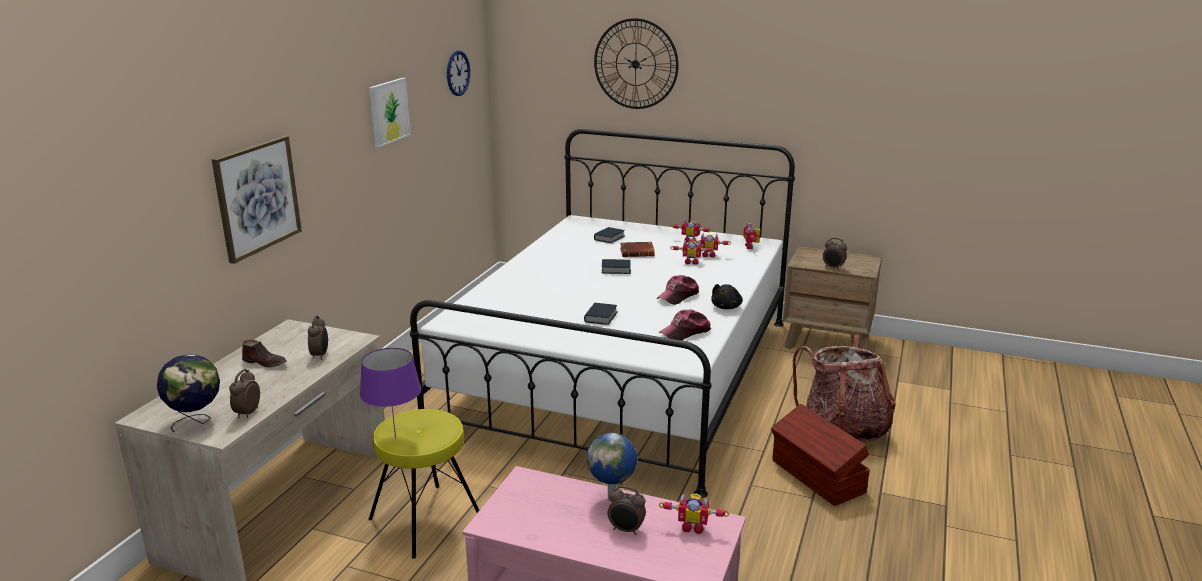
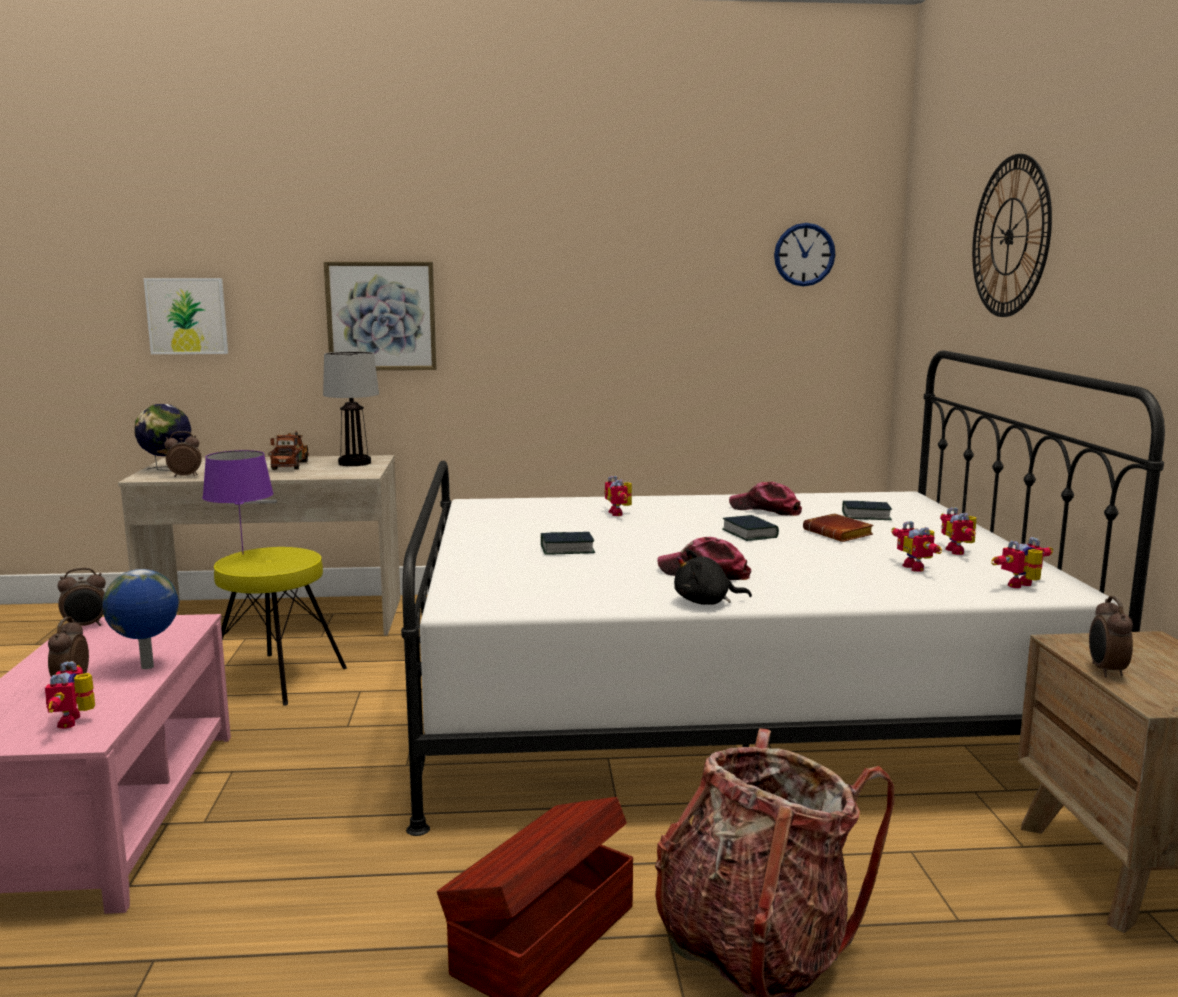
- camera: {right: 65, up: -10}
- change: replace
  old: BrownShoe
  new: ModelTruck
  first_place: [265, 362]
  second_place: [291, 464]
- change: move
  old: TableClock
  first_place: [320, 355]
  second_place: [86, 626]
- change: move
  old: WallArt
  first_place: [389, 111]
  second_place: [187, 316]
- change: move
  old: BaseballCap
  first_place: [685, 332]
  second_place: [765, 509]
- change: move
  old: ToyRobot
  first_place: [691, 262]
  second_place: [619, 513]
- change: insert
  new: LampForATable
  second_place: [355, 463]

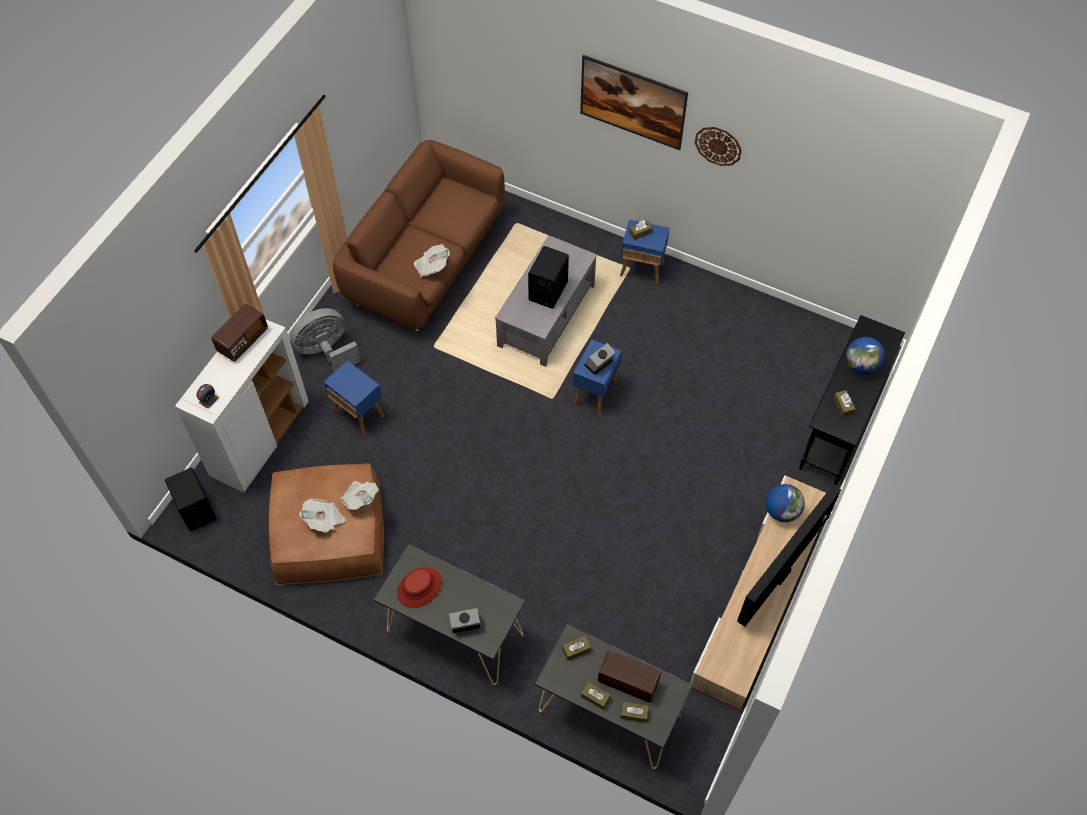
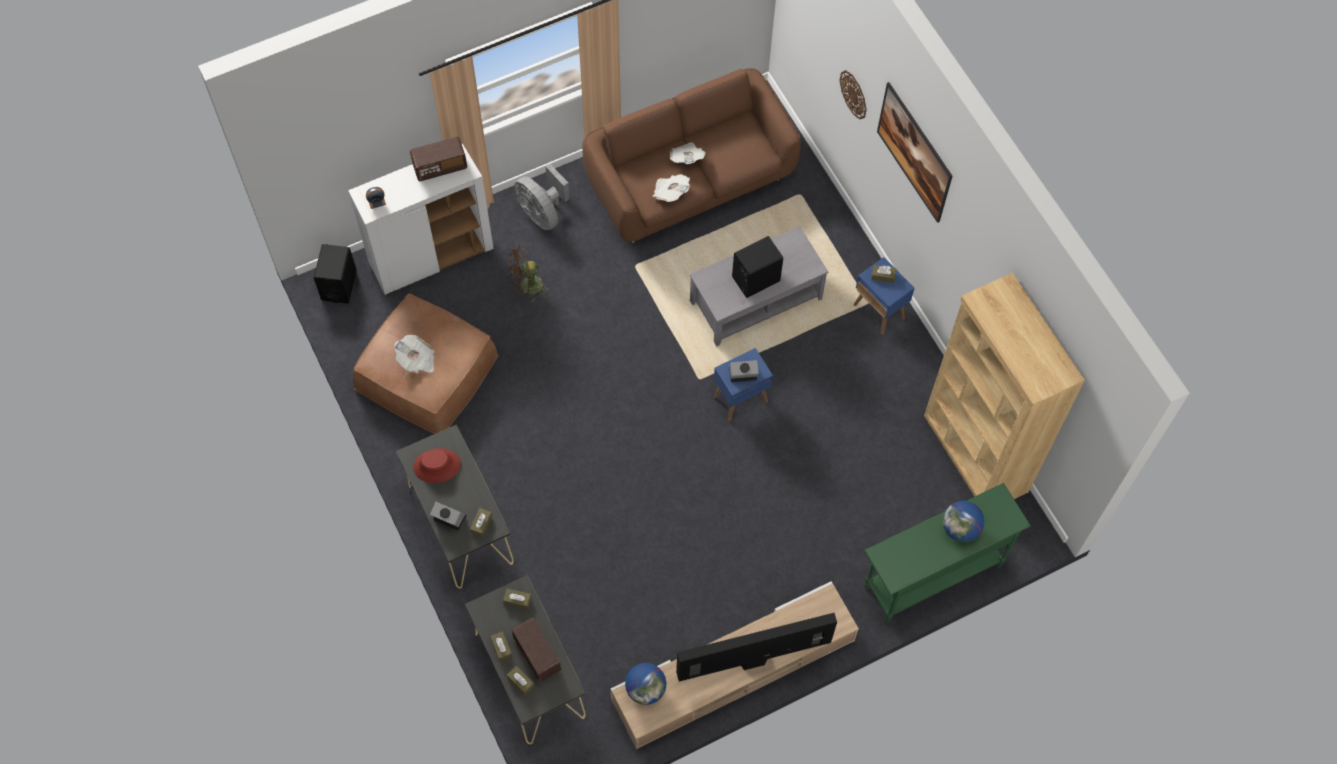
- camera: {right: 35, up: 5}
- change: rotate
  old: GrayCoolingFan
  first_place: [327, 351]
  second_place: [542, 213]
  degrees: -135
- change: replace
  old: BlueSideTable
  new: BrownCoolingFan
  first_place: [359, 414]
  second_place: [526, 287]
- change: move
  old: Newspaper
  first_place: [360, 498]
  second_place: [687, 158]
- change: move
  old: ClockOnTheWall
  first_place: [718, 145]
  second_place: [853, 94]
- change: move
  old: WorldGlobe
  first_place: [782, 511]
  second_place: [646, 689]
- change: recolor
  old: BlackishNarrowTable
  new: GreenishNarrowTable
  first_place: [838, 430]
  second_place: [931, 576]
- change: move
  old: BrownBoxOfTissues
  first_place: [843, 406]
  second_place: [481, 524]
- change: insert
  new: BrownBookshelf
  second_place: [975, 454]

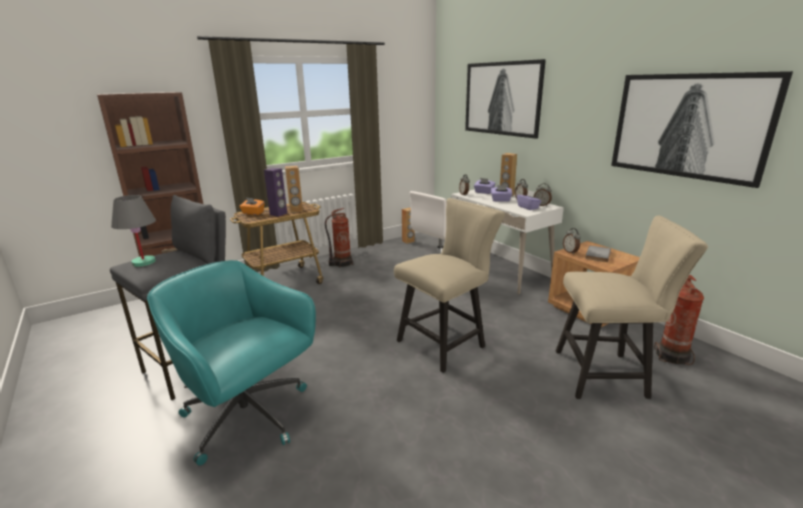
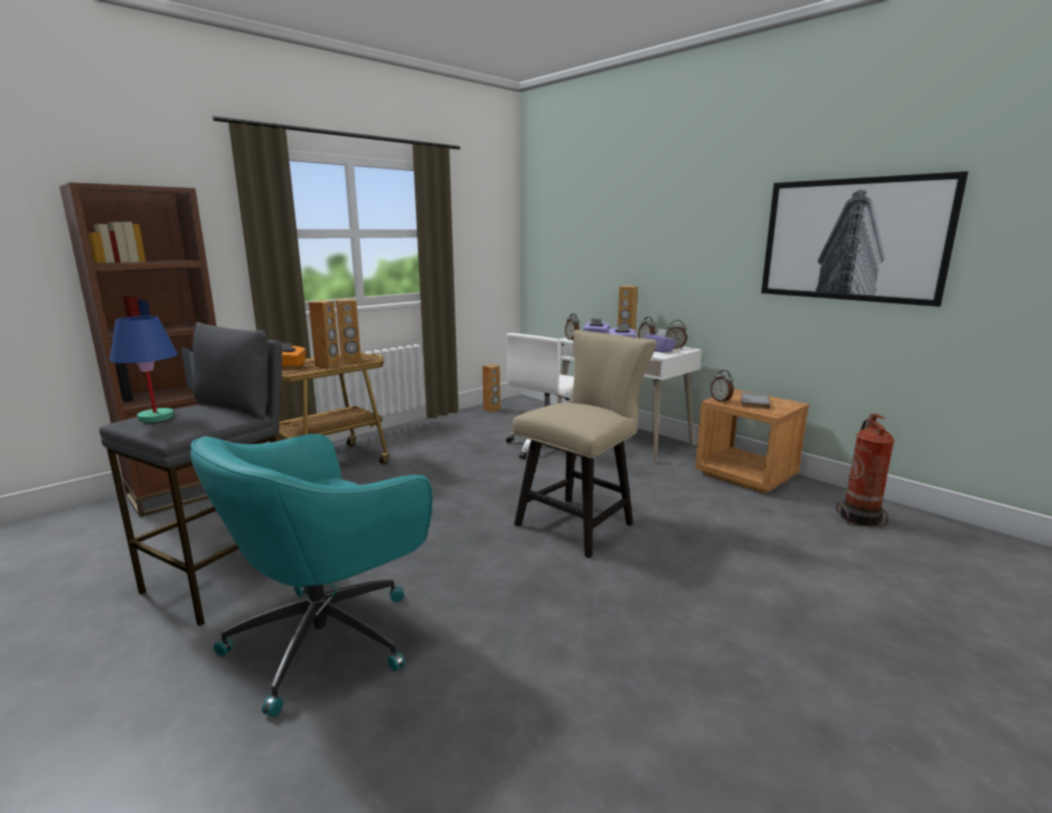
- camera: {right: -10, up: -5}
- change: recolor
  old: GrayLampForATable
  new: BlueLampForATable
  first_place: [144, 262]
  second_place: [156, 417]
- change: rotate
  old: TurquoiseOfficeChair
  first_place: [248, 417]
  second_place: [328, 637]
  degrees: -75
- change: recolor
  old: PurplishAudioSpeaker
  new: BrownAudioSpeaker
  first_place: [278, 214]
  second_place: [328, 365]
- change: delete
  old: FireExtinguisher
  first_place: [341, 263]
- change: delete
  old: WallArt
  first_place: [501, 98]
- change: delete
  old: BeigePlainChair
  first_place: [607, 374]

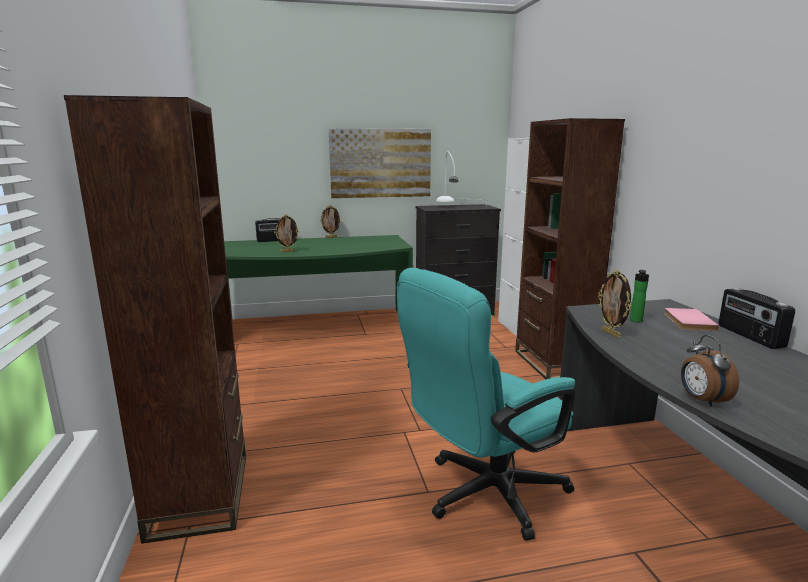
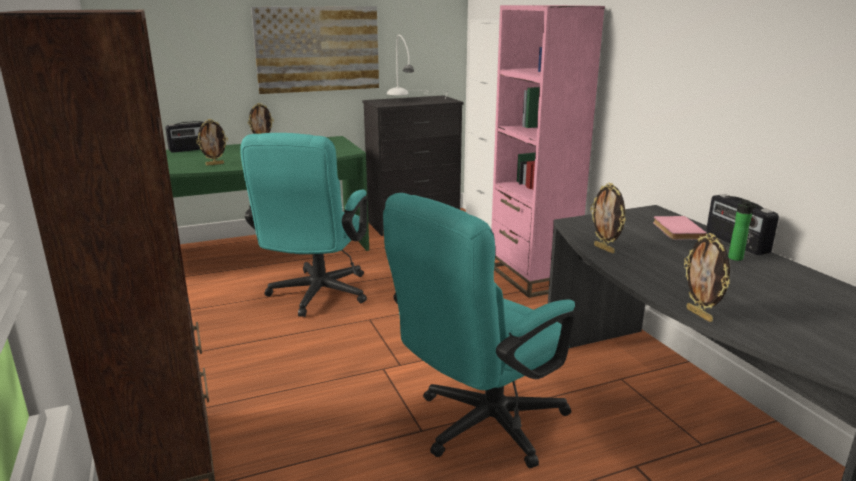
- camera: {right: -10, up: 5}
- change: recolor
  old: BrownBookshelf
  new: PinkBookshelf
  first_place: [553, 363]
  second_place: [531, 277]
- change: move
  old: BeverageBottle
  first_place: [636, 321]
  second_place: [736, 259]
- change: replace
  old: TableClock
  new: StandingFrame
  first_place: [701, 400]
  second_place: [700, 315]
- change: insert
  new: TurquoiseOfficeChair
  second_place: [316, 297]

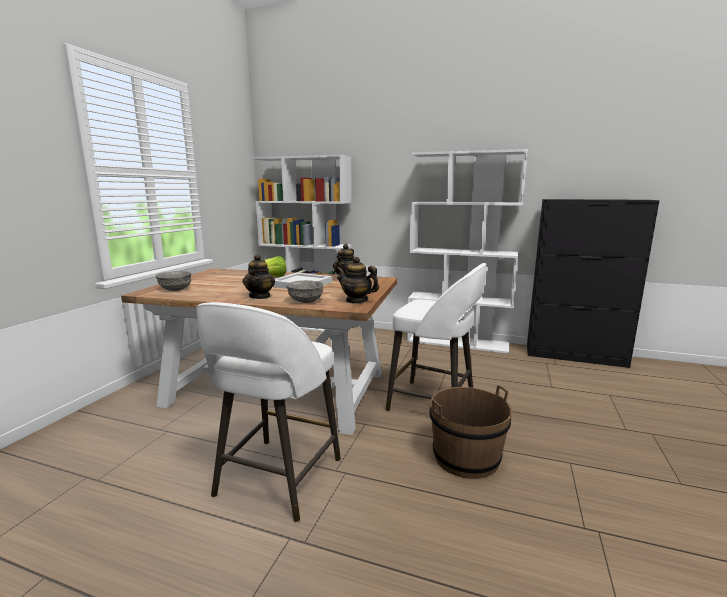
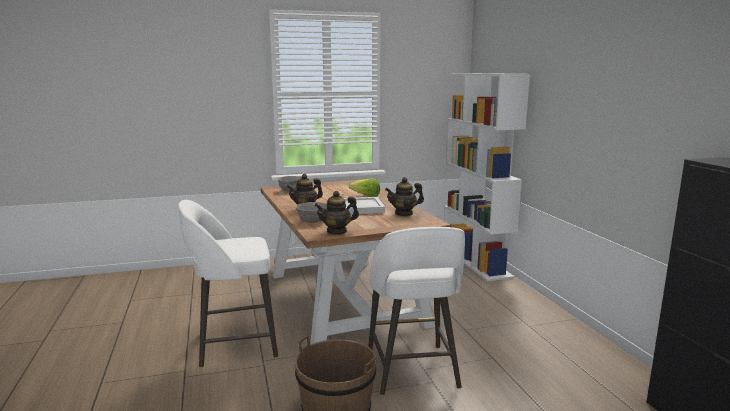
- camera: {right: 55, up: 0}
- change: rotate
  old: TeaPot
  first_place: [356, 300]
  second_place: [337, 231]
  degrees: -105
- change: delete
  old: WhitishBookshelf
  first_place: [458, 342]

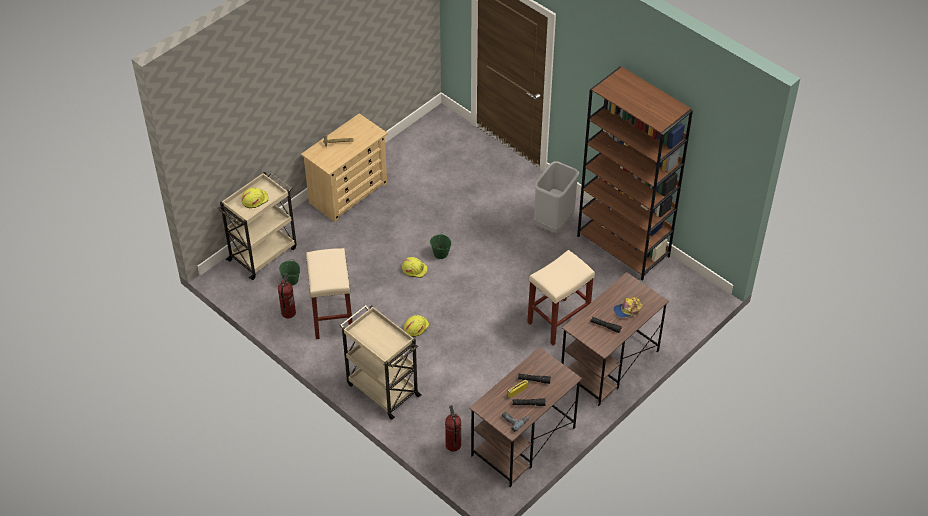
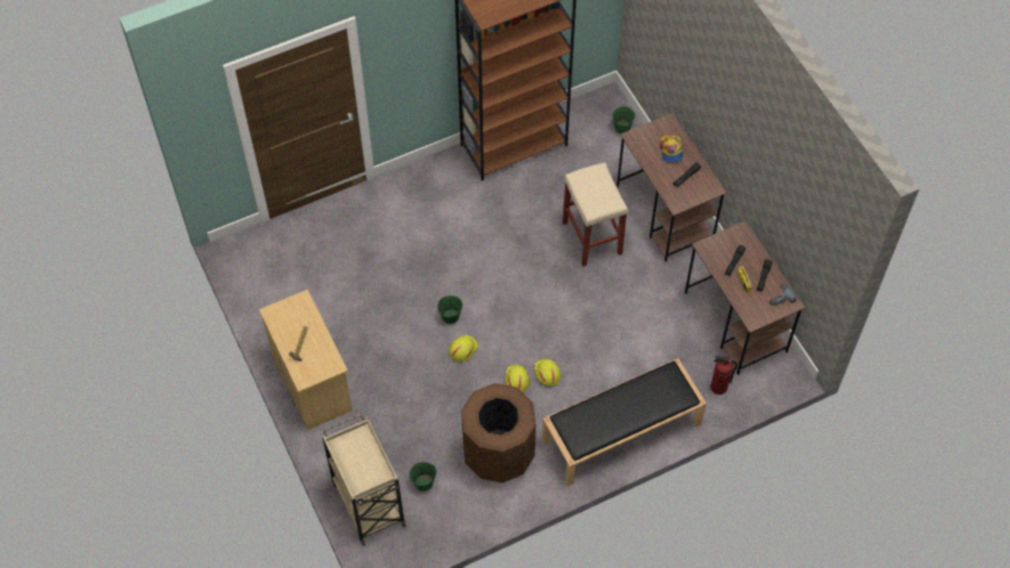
- camera: {right: -70, up: 10}
- change: move
  old: YellowHardHat
  first_place: [254, 200]
  second_place: [516, 380]
- change: delete
  old: FireExtinguisher
  first_place: [288, 312]
- change: replace
  old: BeigeStool
  new: BrownWasteBin
  first_place: [332, 317]
  second_place: [498, 454]
- change: replace
  old: BeigeWheeledCart
  new: BlackishBench
  first_place: [382, 389]
  second_place: [621, 433]
- change: delete
  old: GrayWasteBin
  first_place: [554, 223]
- change: insert
  new: GreenishBucket
  second_place: [622, 127]

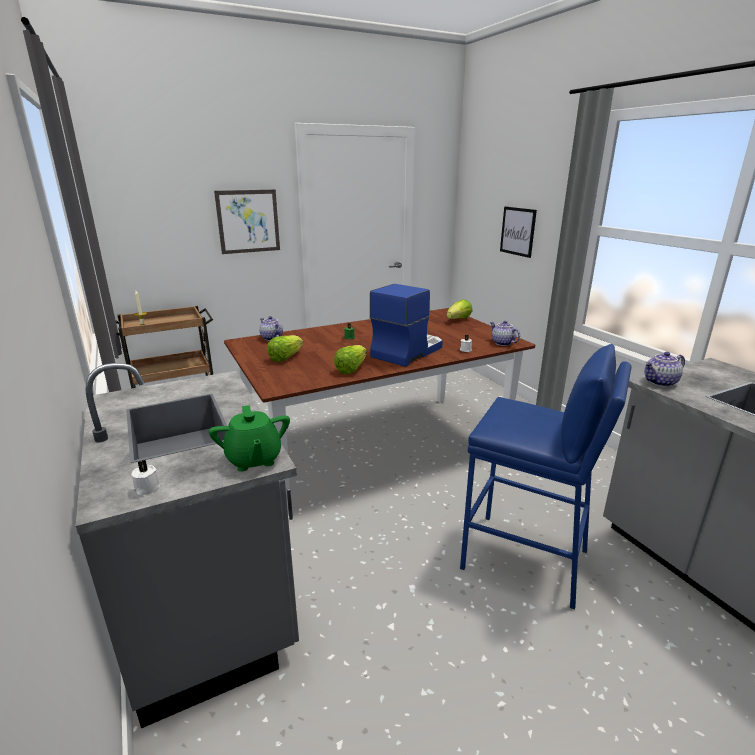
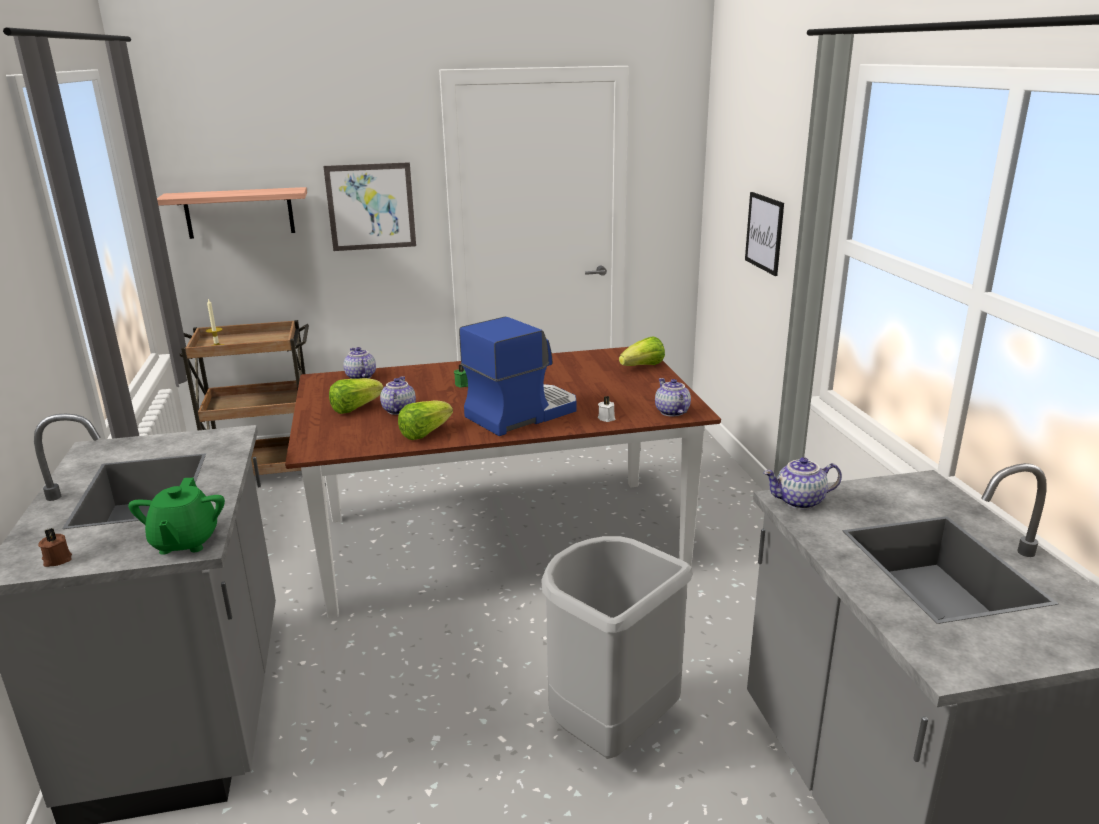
- camera: {right: 15, up: 0}
- change: recolor
  old: WhitishWaxLight
  new: BrownWaxLight
  first_place: [146, 488]
  second_place: [57, 559]
- change: replace
  old: BlueStool
  new: GrayWasteBin
  first_place: [525, 559]
  second_place: [609, 731]
- change: insert
  new: Shelf
  second_place: [239, 213]
- change: insert
  new: TeaPot
  second_place: [398, 410]

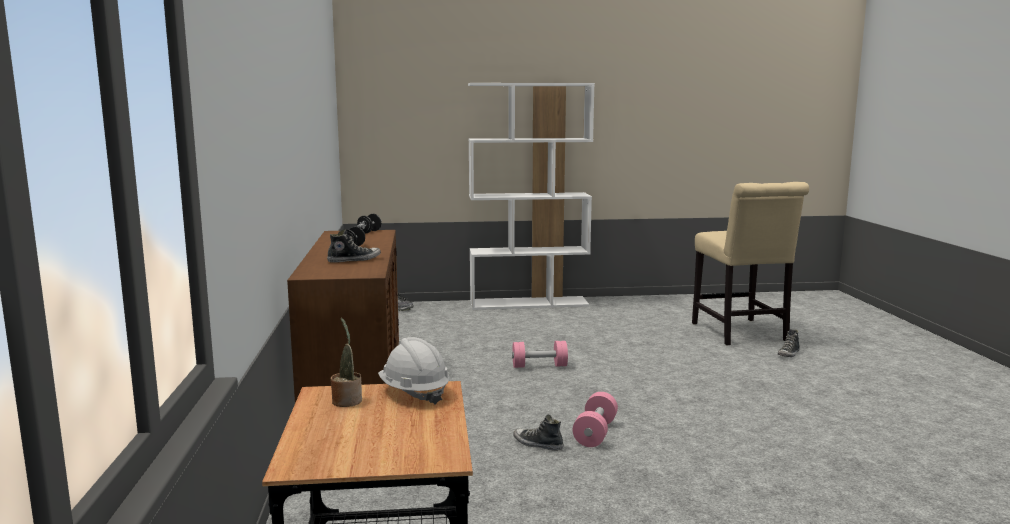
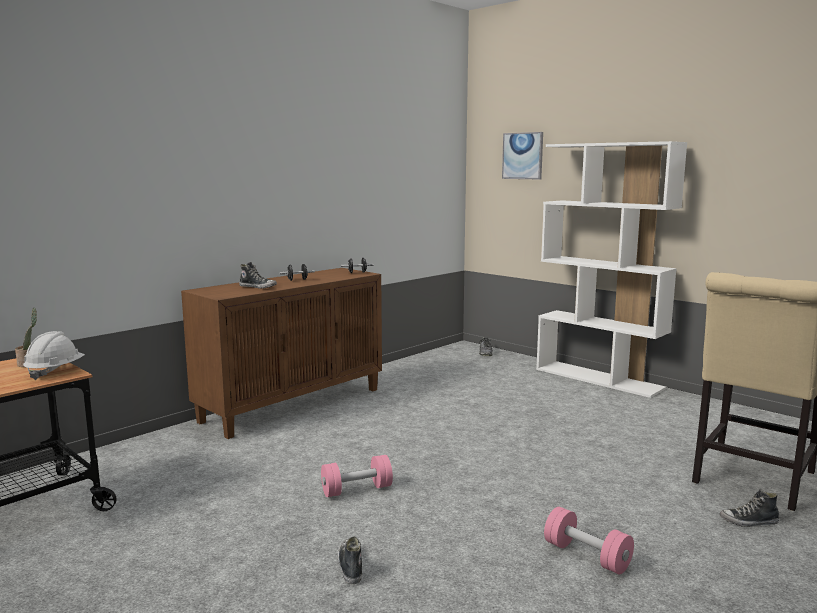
- camera: {right: 50, up: 0}
- change: move
  old: PinkDumbbell
  first_place: [539, 366]
  second_place: [587, 556]
- change: move
  old: Shoe
  first_place: [537, 444]
  second_place: [350, 566]
- change: insert
  new: WallArt
  second_place: [522, 156]

